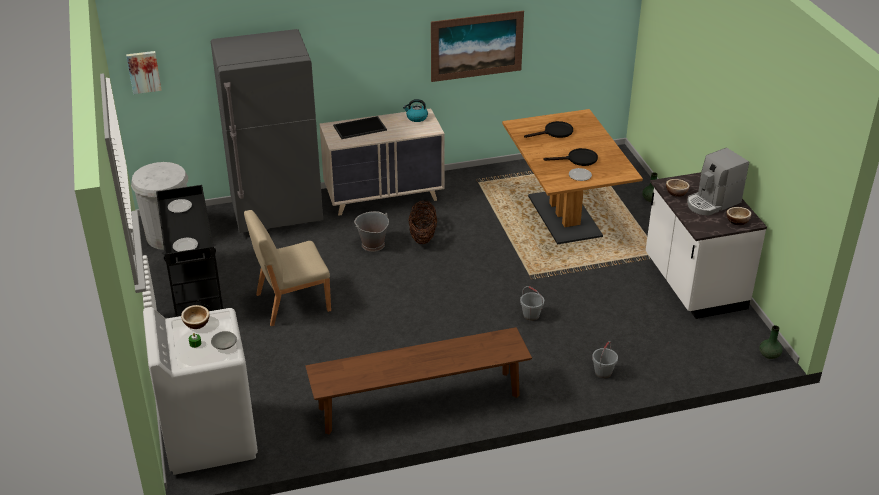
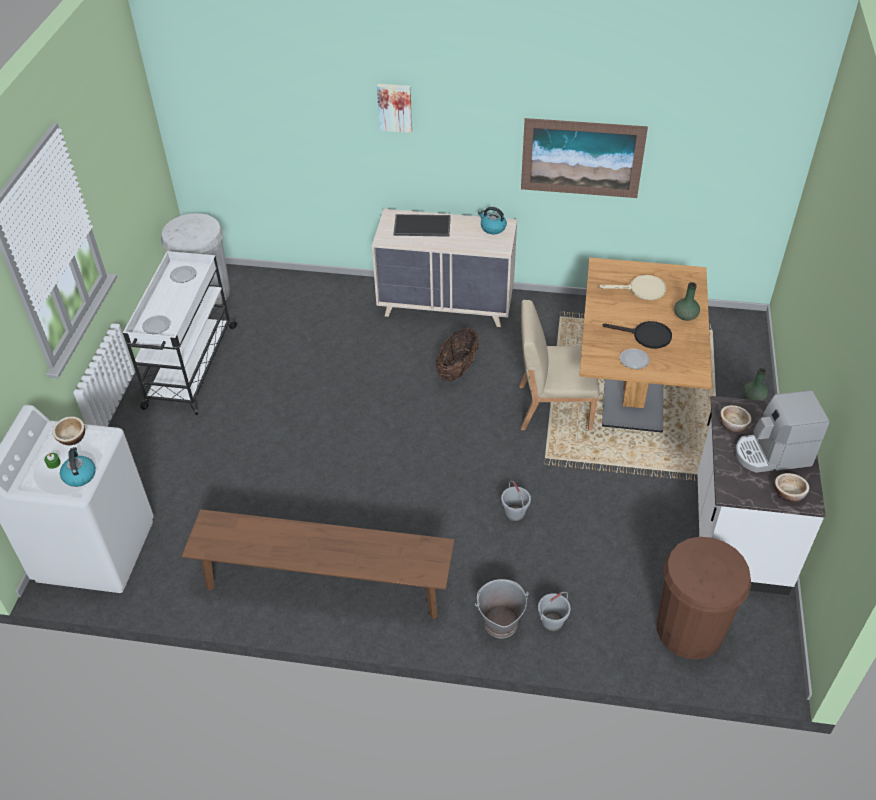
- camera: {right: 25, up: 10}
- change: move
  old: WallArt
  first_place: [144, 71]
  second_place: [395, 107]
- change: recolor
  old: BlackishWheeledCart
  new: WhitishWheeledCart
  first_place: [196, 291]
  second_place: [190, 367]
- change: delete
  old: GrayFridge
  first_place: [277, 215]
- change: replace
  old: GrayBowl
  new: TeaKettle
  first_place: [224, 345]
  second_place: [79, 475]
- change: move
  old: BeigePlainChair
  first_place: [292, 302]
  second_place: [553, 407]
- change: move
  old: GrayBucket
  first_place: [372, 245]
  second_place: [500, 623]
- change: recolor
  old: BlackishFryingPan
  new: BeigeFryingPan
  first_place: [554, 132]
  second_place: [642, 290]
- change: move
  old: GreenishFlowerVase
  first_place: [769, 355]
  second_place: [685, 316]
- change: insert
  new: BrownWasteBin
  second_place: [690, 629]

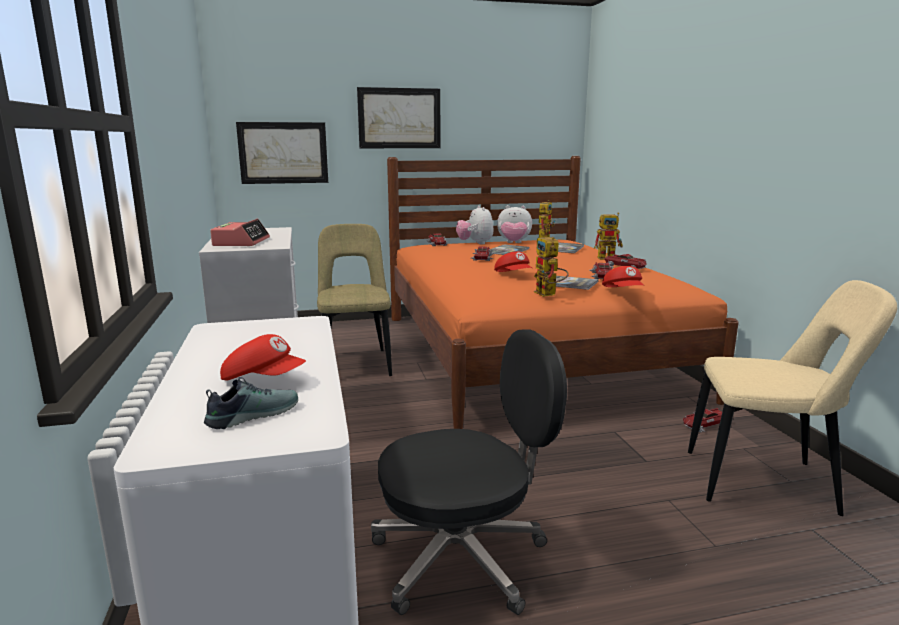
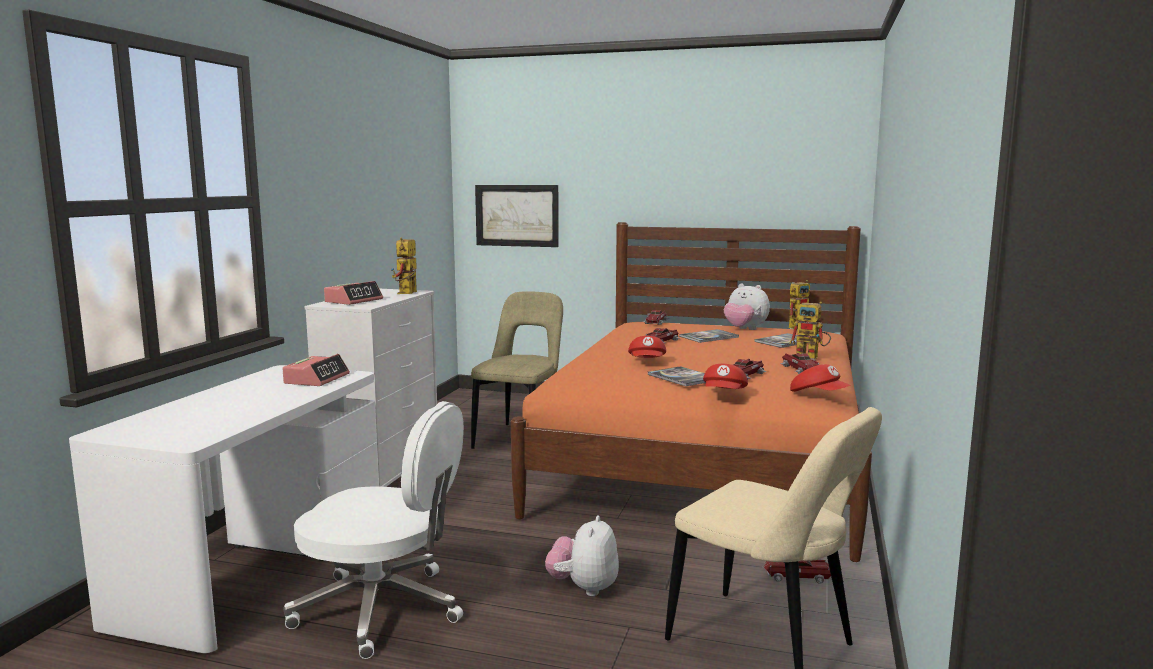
- camera: {right: 30, up: -5}
- change: delete
  old: Shoe
  first_place: [252, 415]
- change: move
  old: RedBaseballCap
  first_place: [264, 380]
  second_place: [819, 395]
- change: delete
  old: WallArt
  first_place: [399, 118]
- change: recolor
  old: BlackishOfficeChair
  new: WhitishOfficeChair
  first_place: [462, 558]
  second_place: [382, 609]
- change: move
  old: CuddlyToy
  first_place: [475, 243]
  second_place: [584, 588]
- change: move
  old: ToyRobot
  first_place: [549, 294]
  second_place: [407, 293]
- change: insert
  new: TableClock
  second_place: [317, 379]

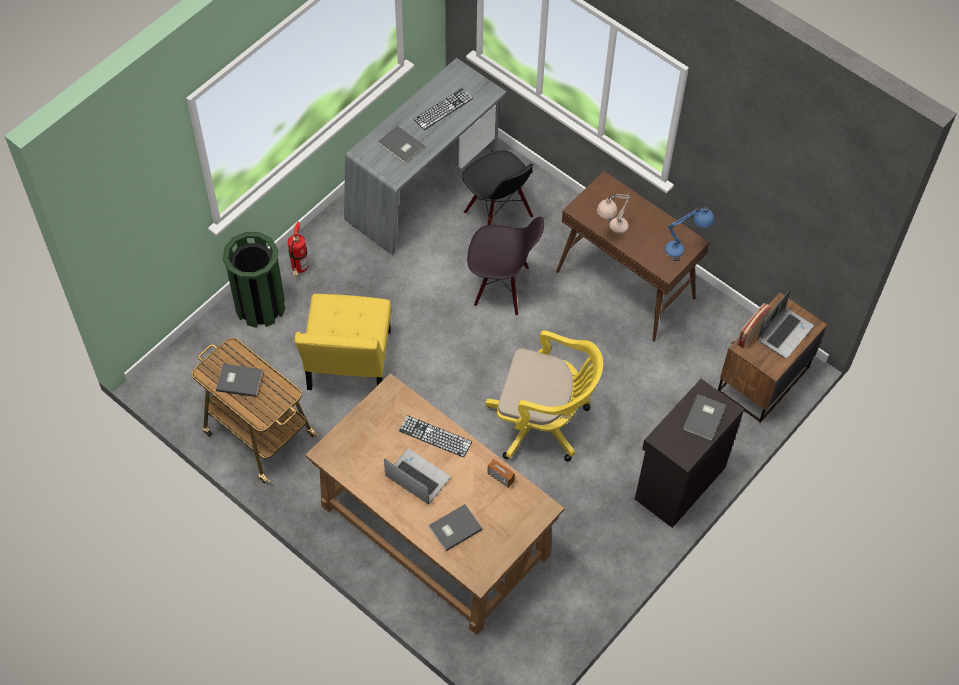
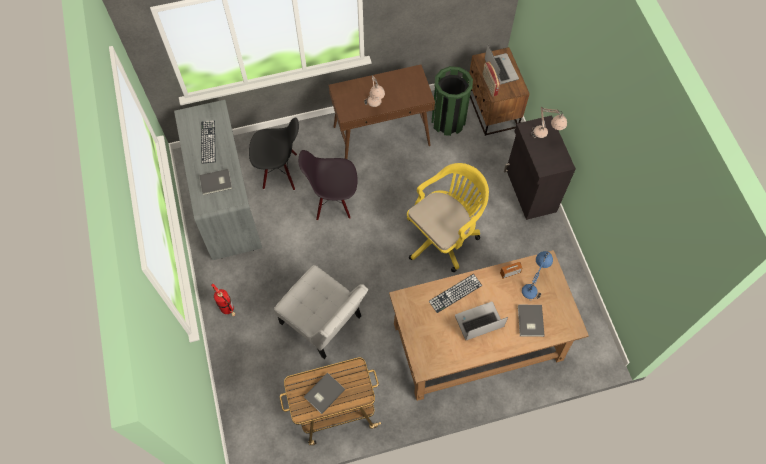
- camera: {right: -55, up: 5}
- change: move
  old: GreenishWasteBin
  first_place: [260, 306]
  second_place: [448, 121]
- change: recolor
  old: YellowPlainChair
  new: WhitishPlainChair
  first_place: [348, 365]
  second_place: [324, 323]
- change: rotate
  old: BlackishPlainChair
  first_place: [501, 287]
  second_place: [333, 201]
  degrees: -135
- change: move
  old: BlueLampForATable
  first_place: [685, 249]
  second_place: [533, 284]
- change: replace
  old: GrayBook
  new: BeigeLampForATable
  first_place: [705, 418]
  second_place: [545, 137]

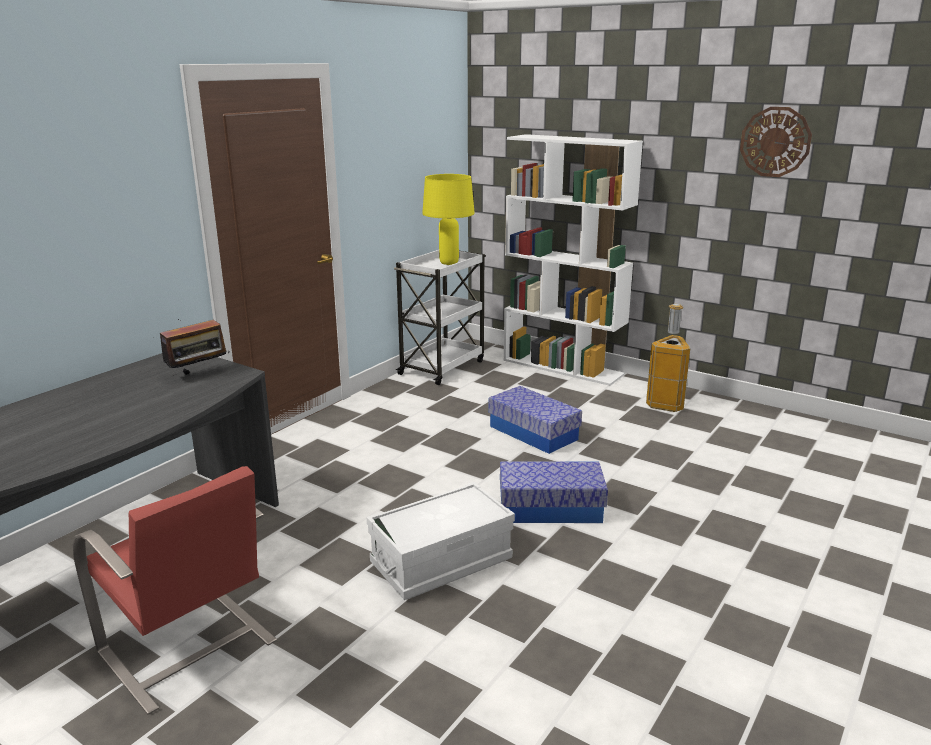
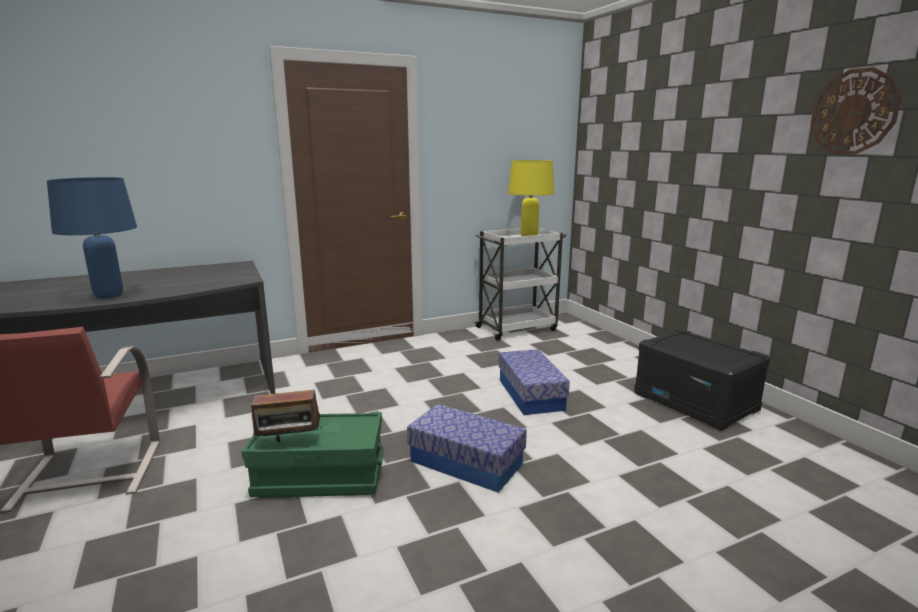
- camera: {right: 30, up: -5}
- change: move
  old: Radio
  first_place: [198, 373]
  second_place: [289, 443]
- change: recolor
  old: WhitishStorageBox
  new: GreenishStorageBox
  first_place: [441, 562]
  second_place: [320, 477]
- change: delete
  old: WhitishBookshelf
  first_place: [563, 367]
- change: replace
  old: WasteBin
  new: BlackishStorageBox
  first_place: [666, 404]
  second_place: [695, 402]
- change: insert
  new: BlueLampForATable
  second_place: [109, 296]

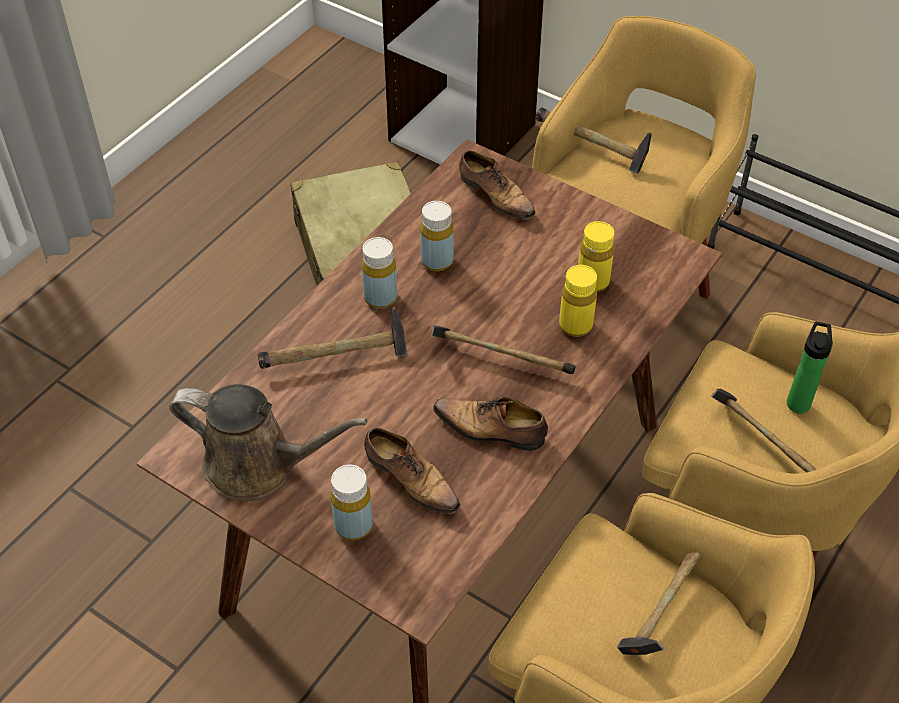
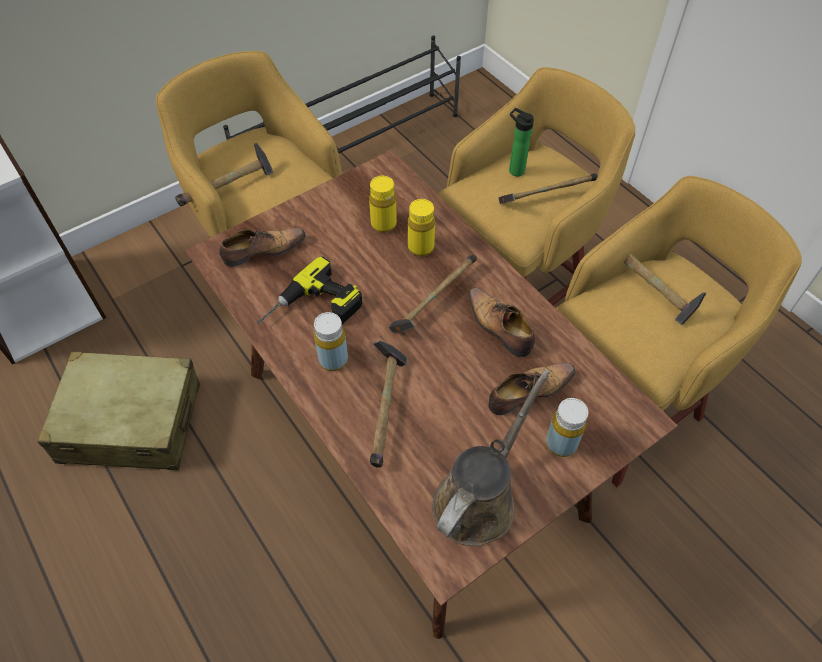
- camera: {right: -70, up: 5}
- change: replace
  old: YellowBeverageBottle
  new: PowerDrill
  first_place: [437, 261]
  second_place: [312, 310]
- change: rotate
  old: Shoe
  first_place: [491, 430]
  second_place: [499, 327]
  degrees: 105

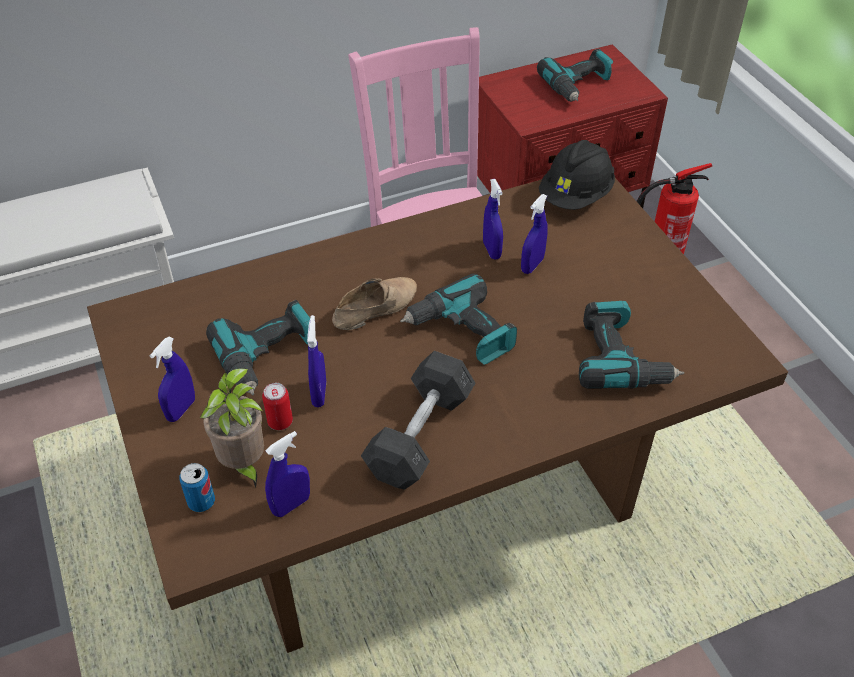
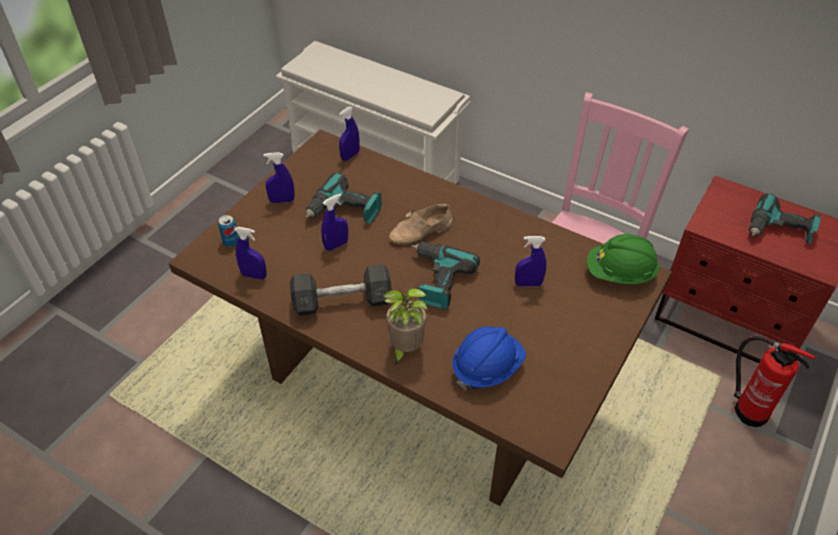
- camera: {right: 55, up: 0}
- change: move
  old: PottedPlant
  first_place: [243, 464]
  second_place: [405, 349]
- change: delete
  old: MetalCan
  first_place: [280, 422]
- change: rotate
  old: BeigeShoe
  first_place: [374, 307]
  second_place: [421, 232]
  degrees: 135
- change: move
  old: BlueSprayBottle
  first_place: [491, 250]
  second_place: [350, 156]
- change: recolor
  old: BlackishHardHat
  new: GreenishHardHat
  first_place: [576, 196]
  second_place: [619, 274]
- change: replace
  old: PowerDrill
  new: BlueHardHat
  first_place: [621, 359]
  second_place: [487, 367]

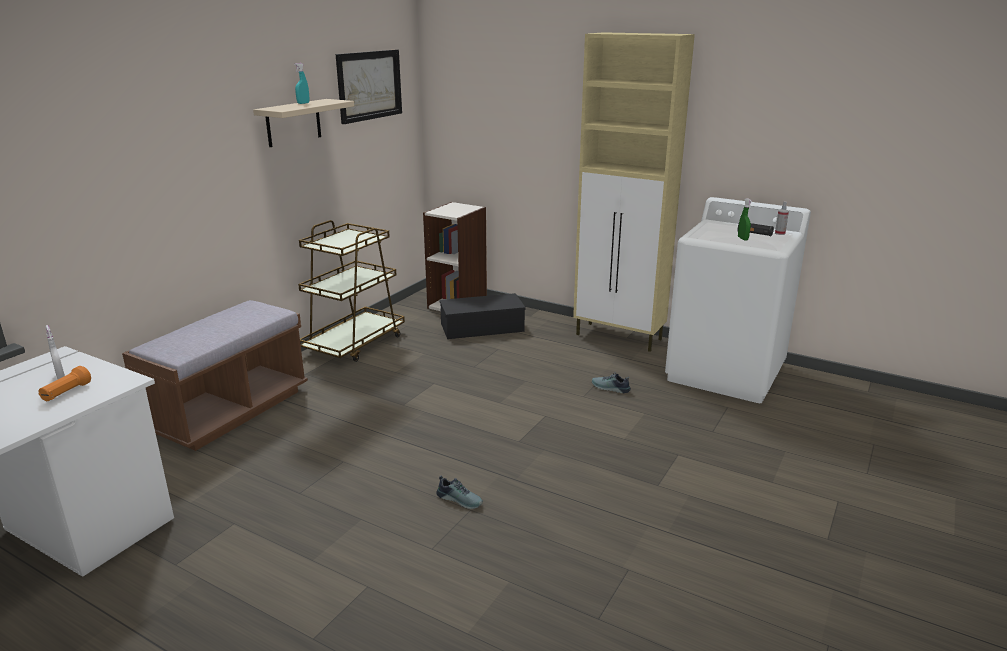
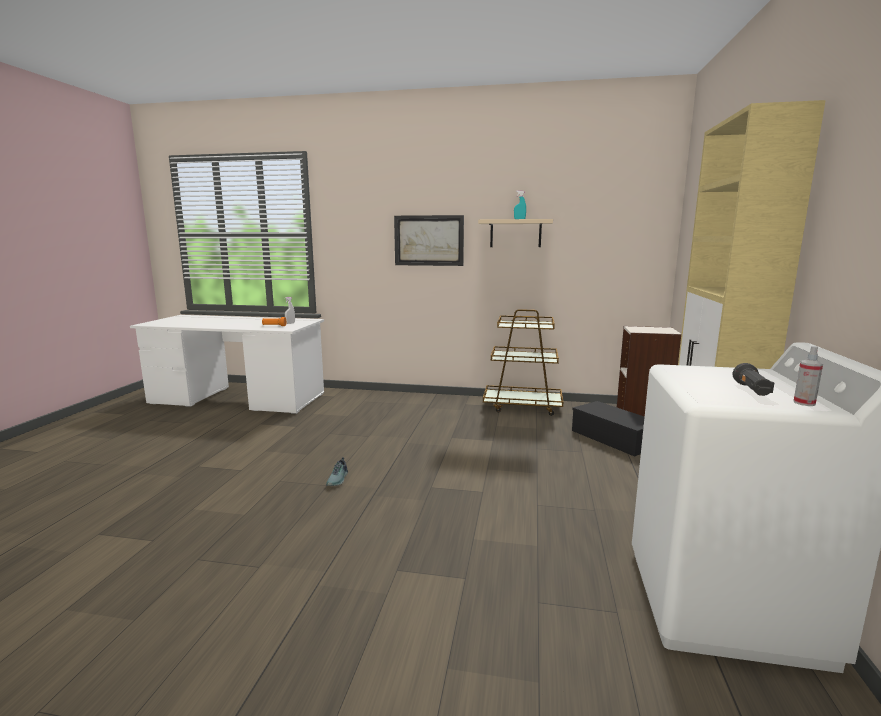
- camera: {right: 70, up: -10}
- change: delete
  old: BrownBench
  first_place: [229, 411]
- change: move
  old: WallArt
  first_place: [369, 85]
  second_place: [429, 240]
- change: delete
  old: Shoe
  first_place: [610, 388]
- change: delete
  old: GreenishSprayBottle
  first_place: [742, 238]

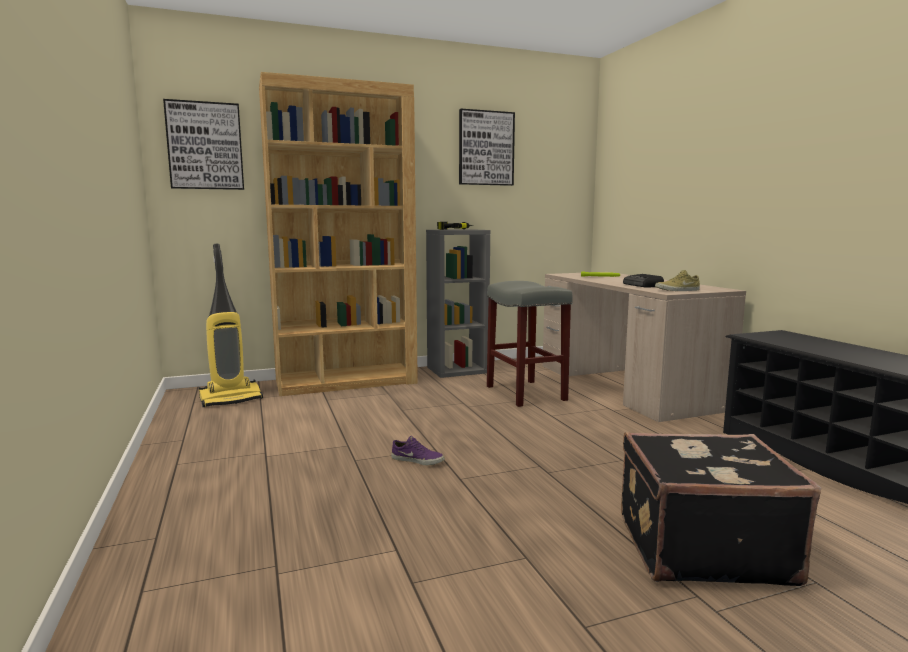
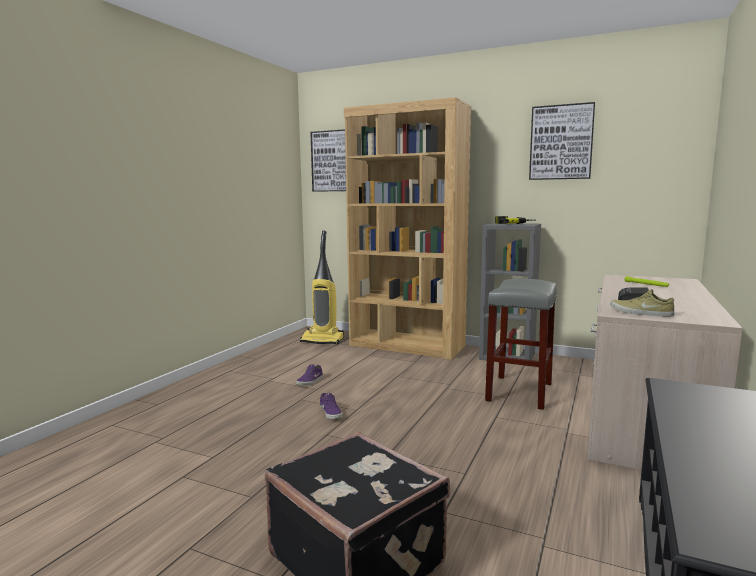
- camera: {right: 45, up: 0}
- change: insert
  new: PurplishShoe
  second_place: [310, 381]

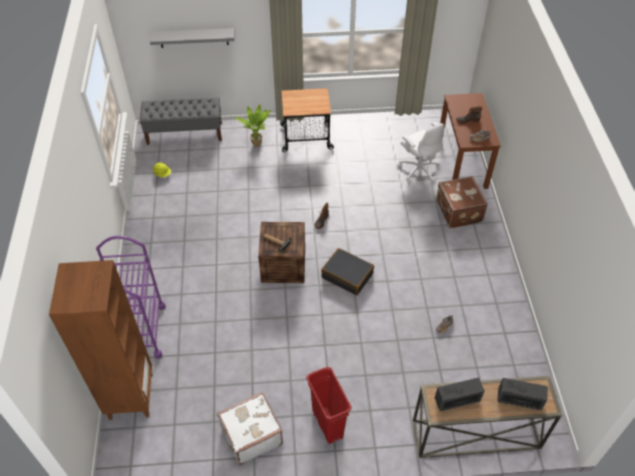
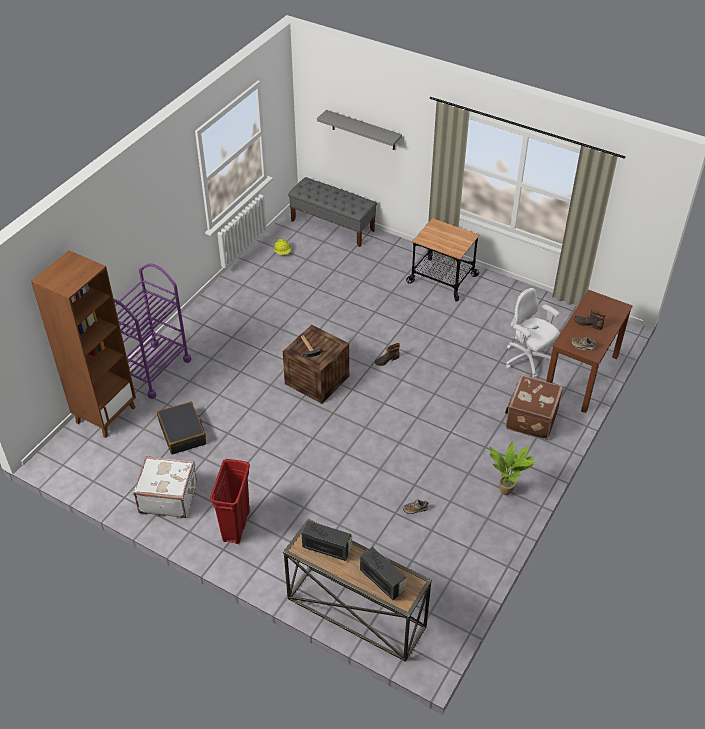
- camera: {right: 35, up: -5}
- change: move
  old: PottedPlant
  first_place: [257, 143]
  second_place: [507, 490]
- change: move
  old: BlackishTravelCase
  first_place: [347, 275]
  second_place: [183, 433]
- change: rotate
  old: WhitishOfficeChair
  first_place: [418, 169]
  second_place: [528, 360]
  degrees: 135

